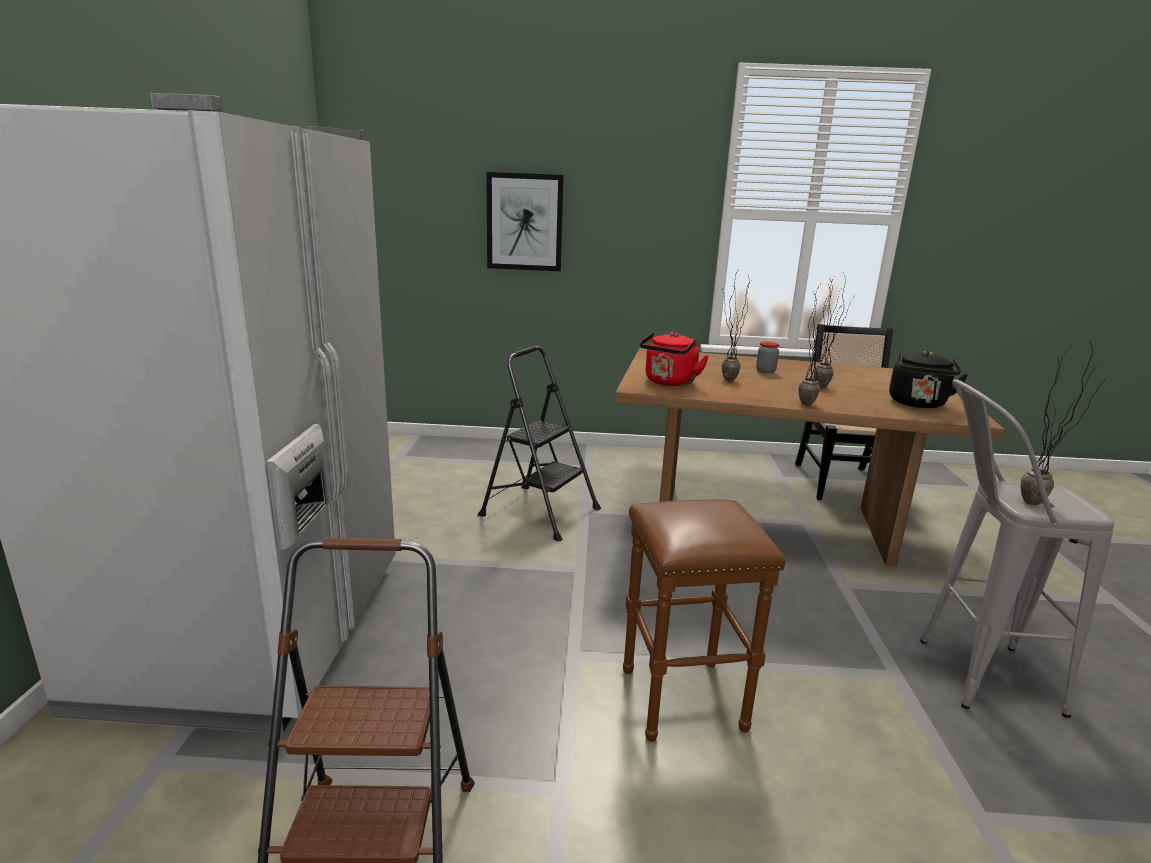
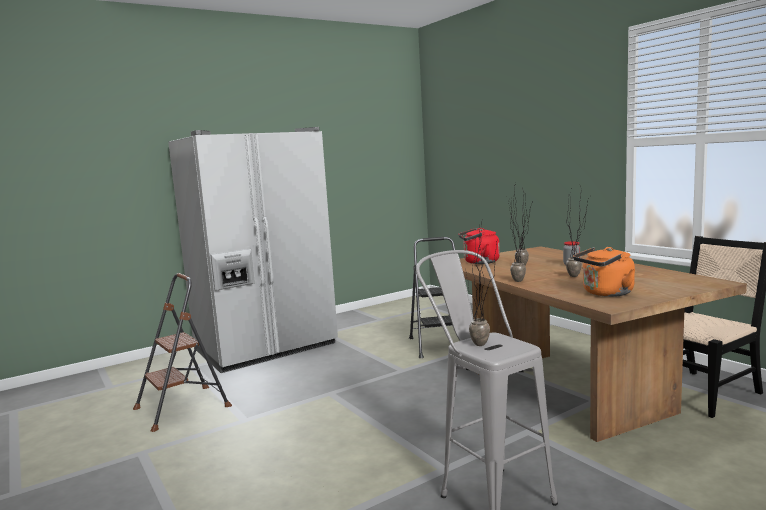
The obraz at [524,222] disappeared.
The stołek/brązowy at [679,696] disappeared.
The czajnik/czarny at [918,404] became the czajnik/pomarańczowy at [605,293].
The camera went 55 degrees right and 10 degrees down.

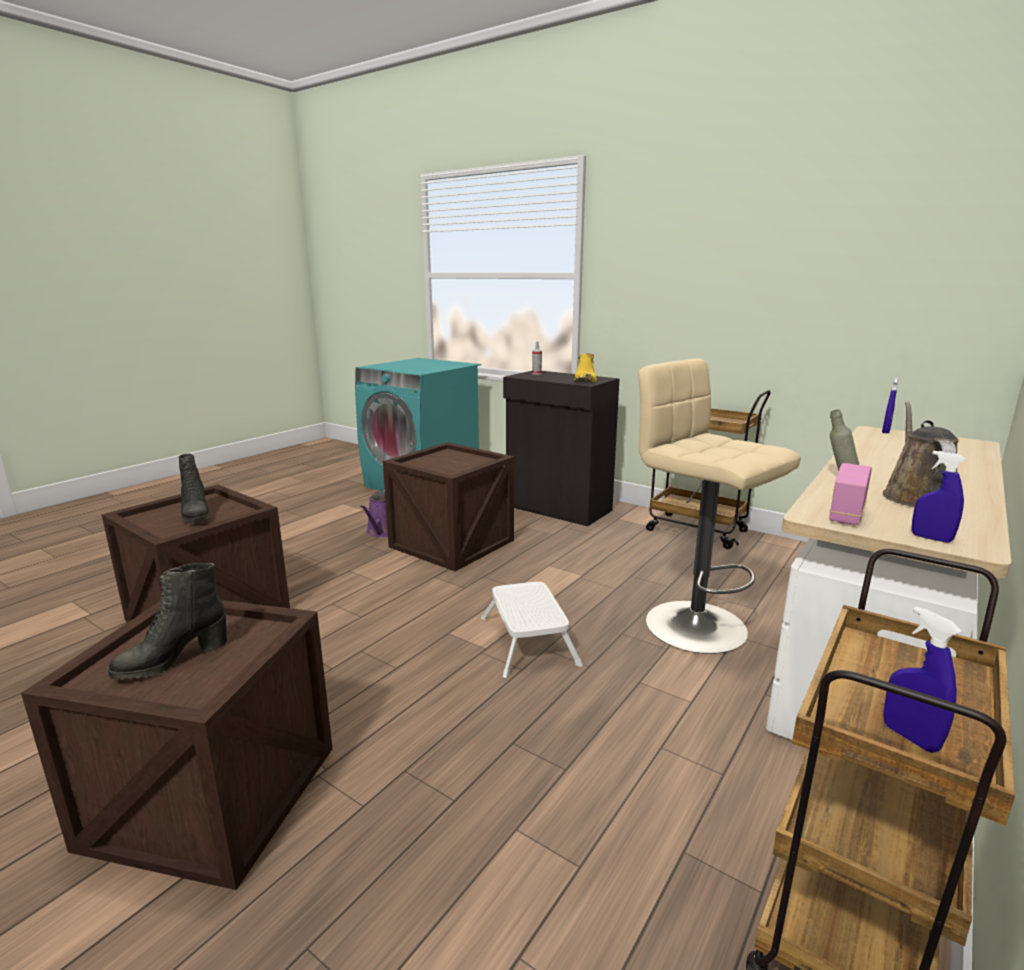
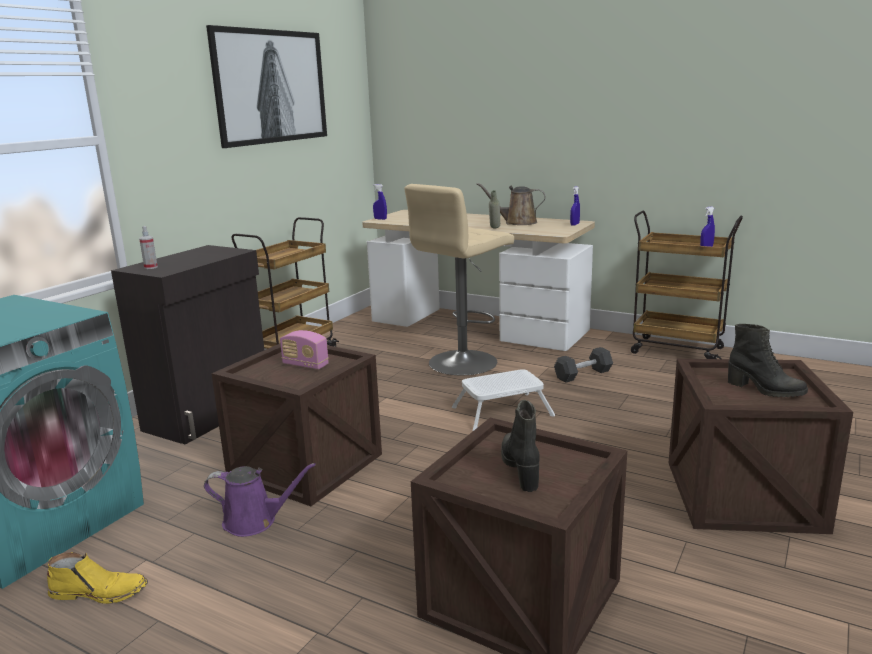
The obraz at [271,87] appeared.
The hantel/czarny at [583,374] appeared.
The but z cholewką/żółty moved from [585,380] to [100,592].
The radio moved from [846,515] to [305,365].
The but z cholewką/czarny at [195,515] turned 60 degrees counterclockwise.
The camera went 95 degrees left and 0 degrees up.

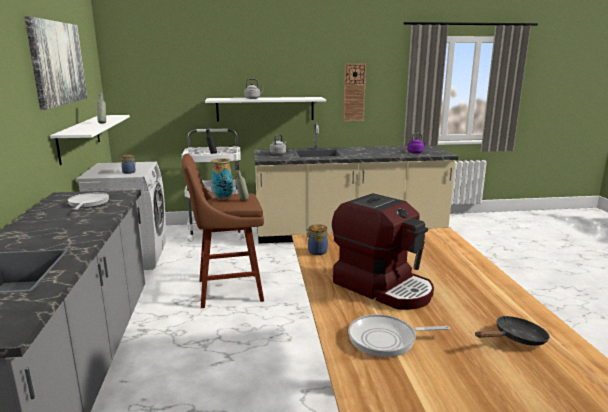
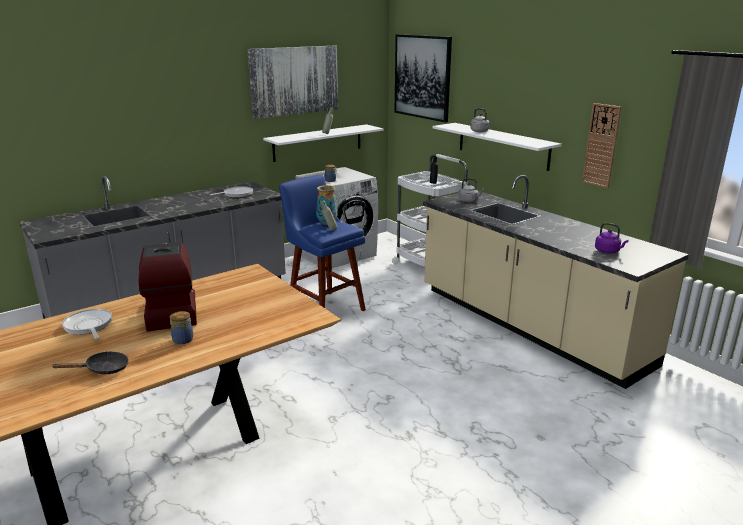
The obraz at [422,77] appeared.
The słoik moved from [316,252] to [182,339].
The stołek/brązowy at [228,290] became the stołek/niebieski at [325,308].
The ekspres do kawy at [383,287] turned 150 degrees clockwise.
The patelnia/czarny at [516,339] turned 60 degrees counterclockwise.
The camera went 60 degrees right and 5 degrees up.

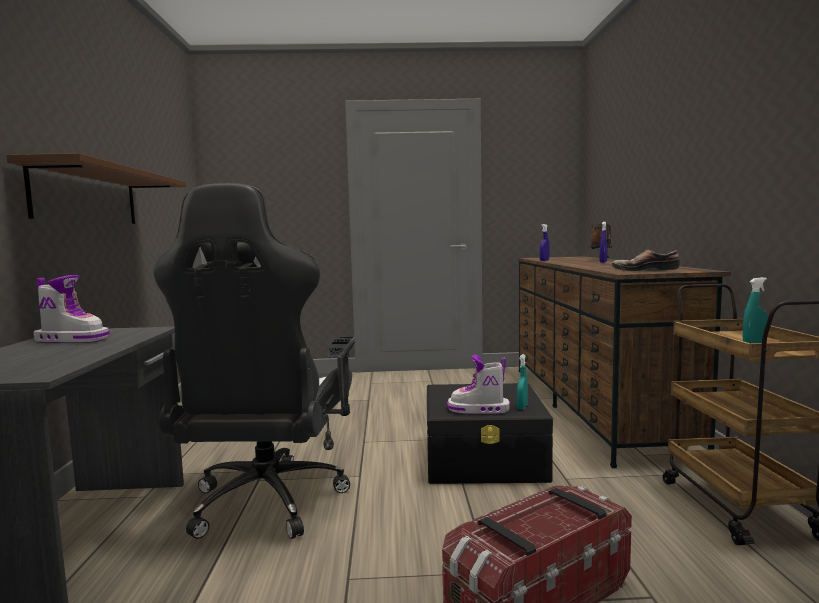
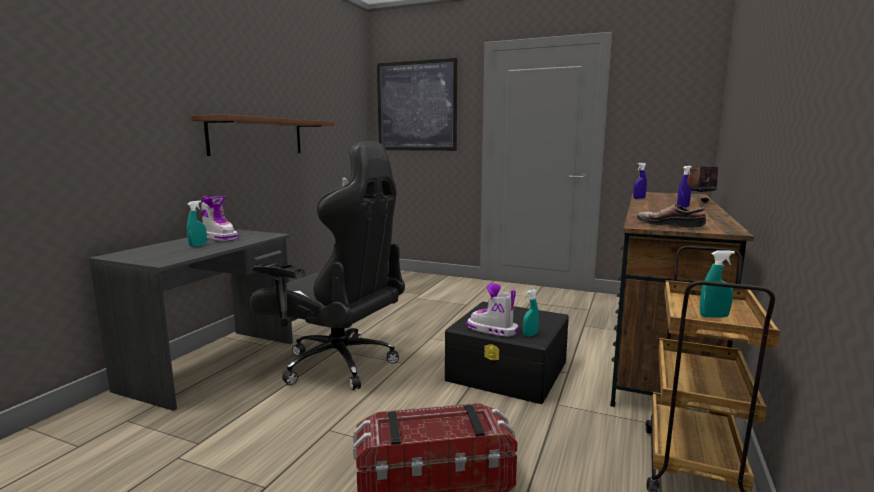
The spryskiwacz/turkusowy at [198,245] appeared.
The obraz at [416,106] appeared.
The krzesło biurowe/czarny at [270,497] turned 90 degrees counterclockwise.
The camera went 25 degrees right and 5 degrees up.

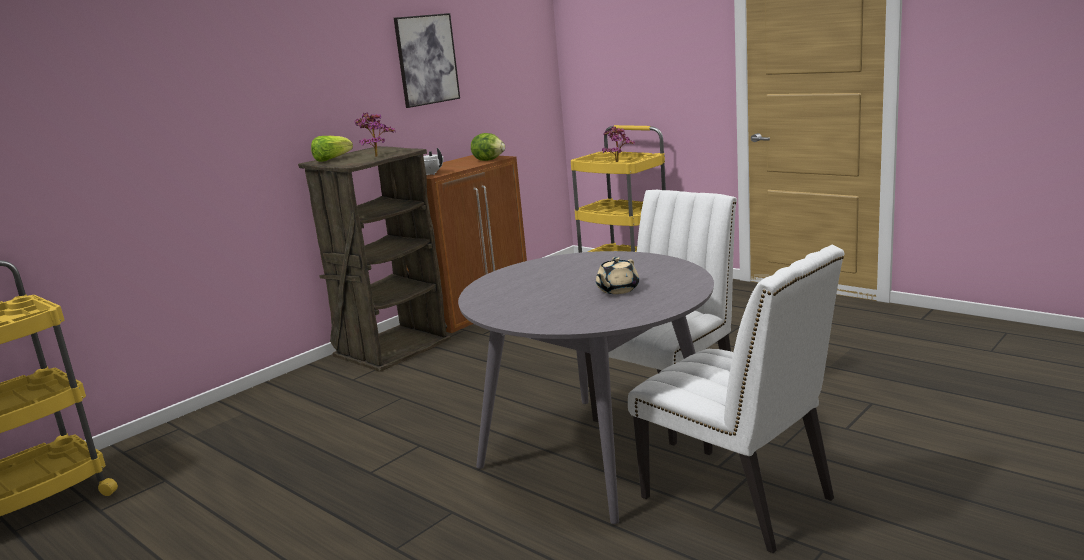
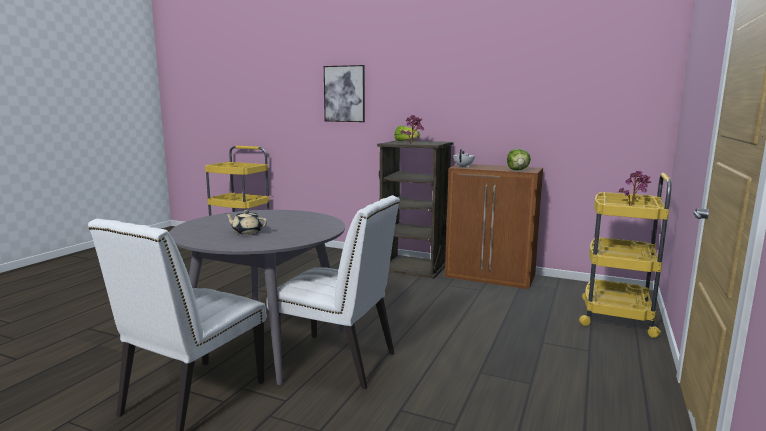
The obraz moved from [426,60] to [344,94].
The camera went 70 degrees right and 5 degrees down.

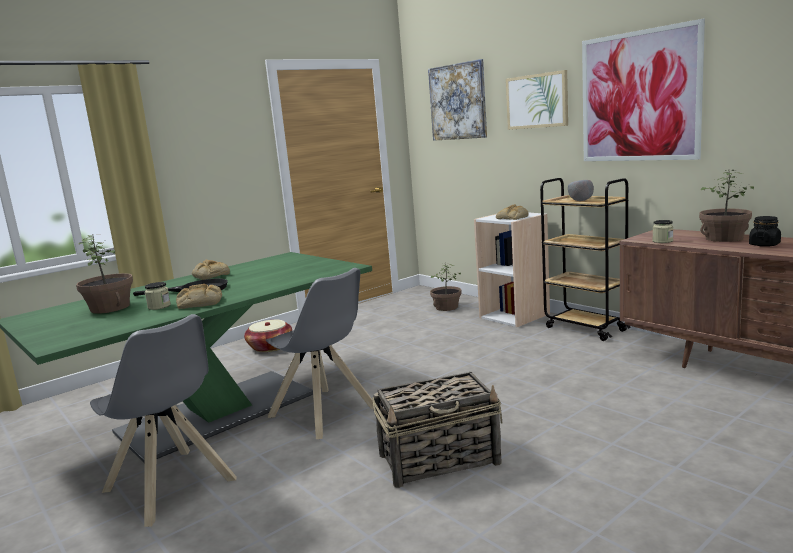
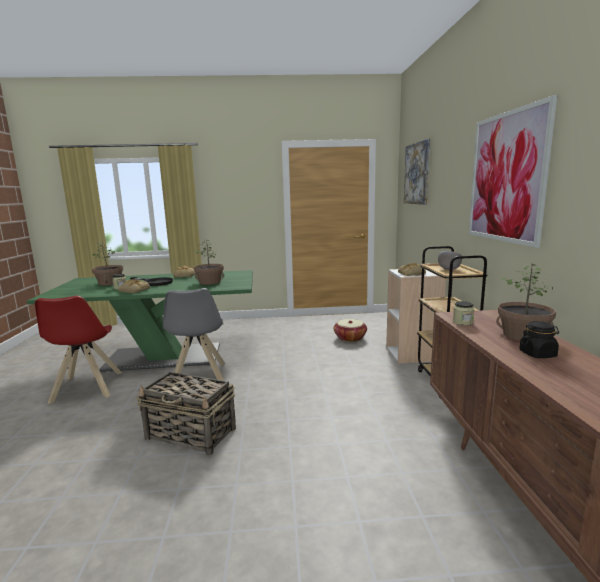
The obraz at [537,101] disappeared.
The koszyk moved from [270,347] to [350,338].
The roślina doniczkowa moved from [446,307] to [210,282].
The krzesło/szary at [171,487] became the krzesło/czerwony at [86,388].
The camera went 35 degrees right and 0 degrees up.

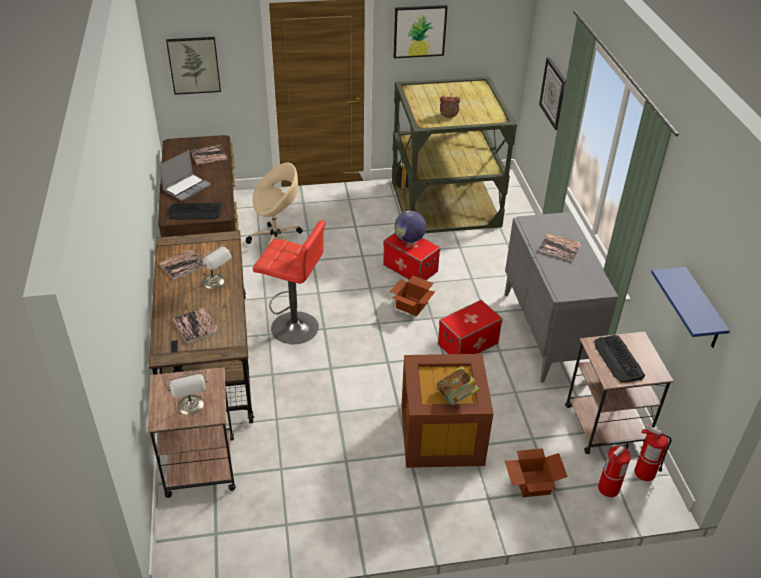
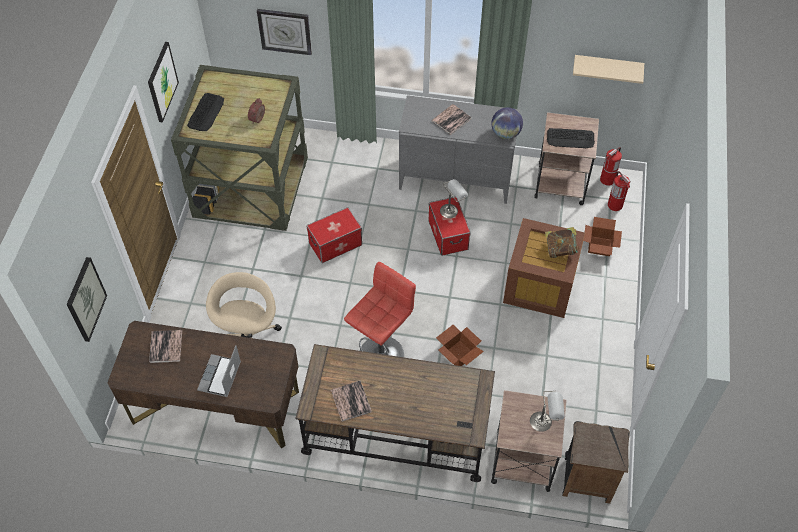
The książka at [196,326] disappeared.
The szafka nocna/czarny at [587,479] appeared.
The klawiatura moved from [195,212] to [206,112].
The lampa stołowa/biały moved from [217,283] to [451,209].
The karton moved from [412,305] to [458,353].
The globus moved from [409,239] to [505,133].
The półka/niebieski at [702,310] became the półka/beżowy at [607,67].
The laptop at [187,188] turned 135 degrees counterclockwise.
The camera went 70 degrees left and 15 degrees up.

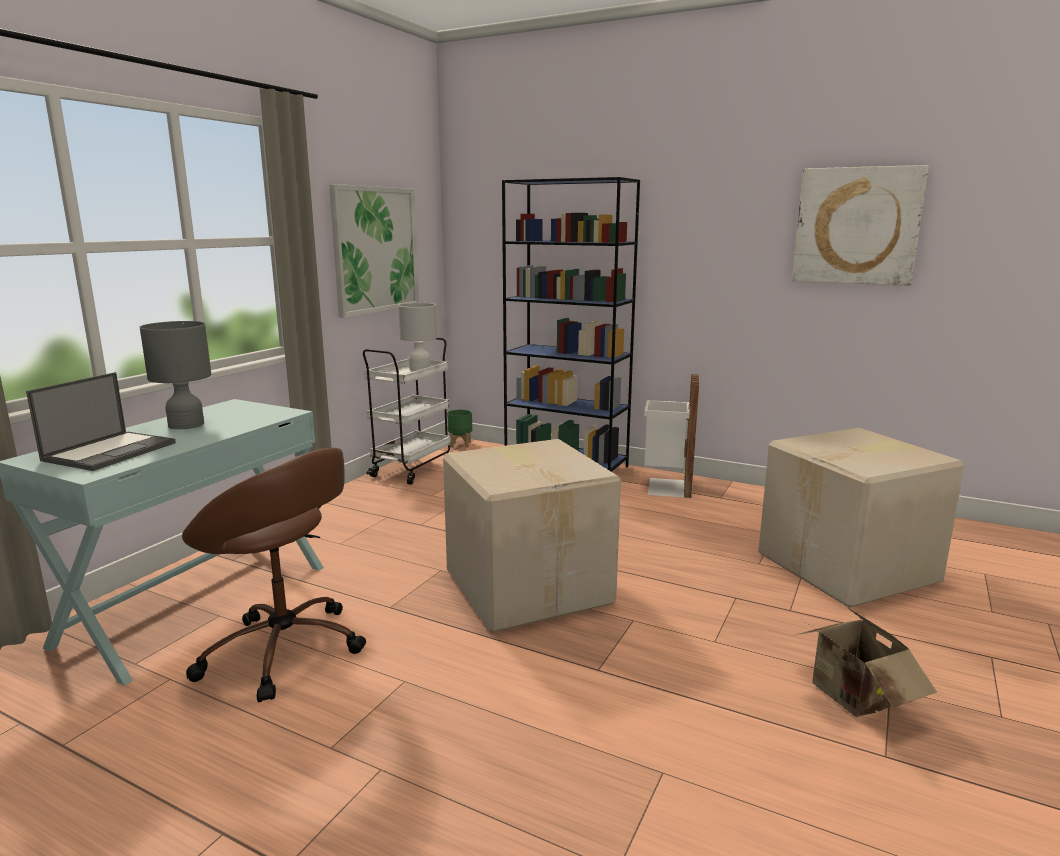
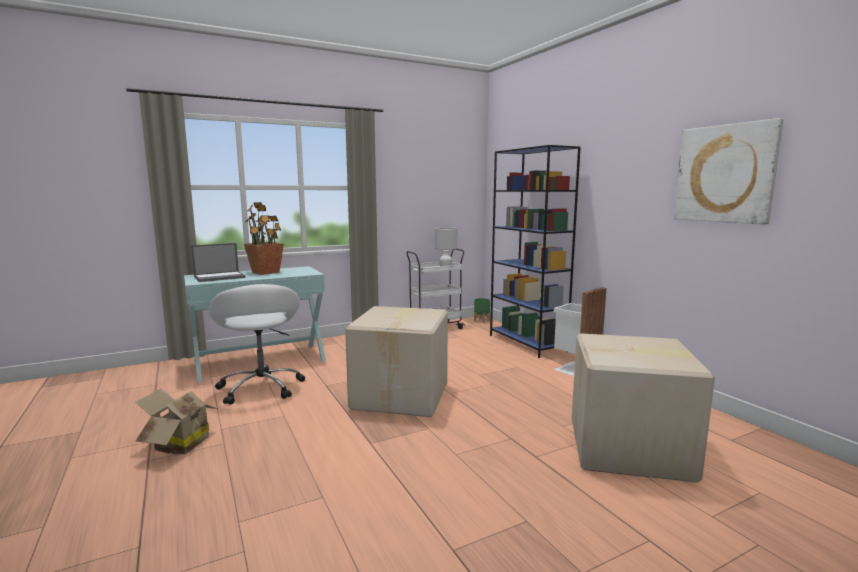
The obraz at [375,250] disappeared.
The karton moved from [851,698] to [178,445].
The lampa stołowa/szary at [186,425] was replaced by the roślina doniczkowa at [266,272].
The krzesło biurowe/brązowy at [285,651] became the krzesło biurowe/biały at [261,389].
The camera went 35 degrees right and 5 degrees down.

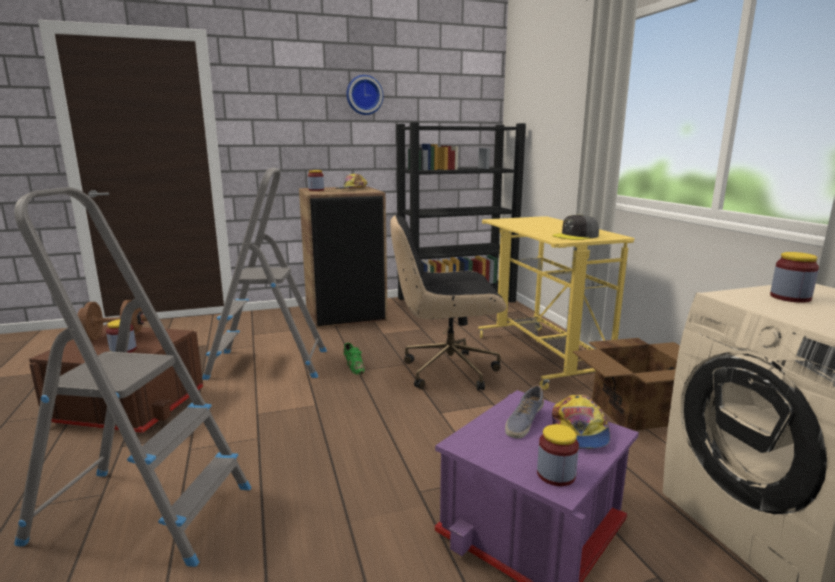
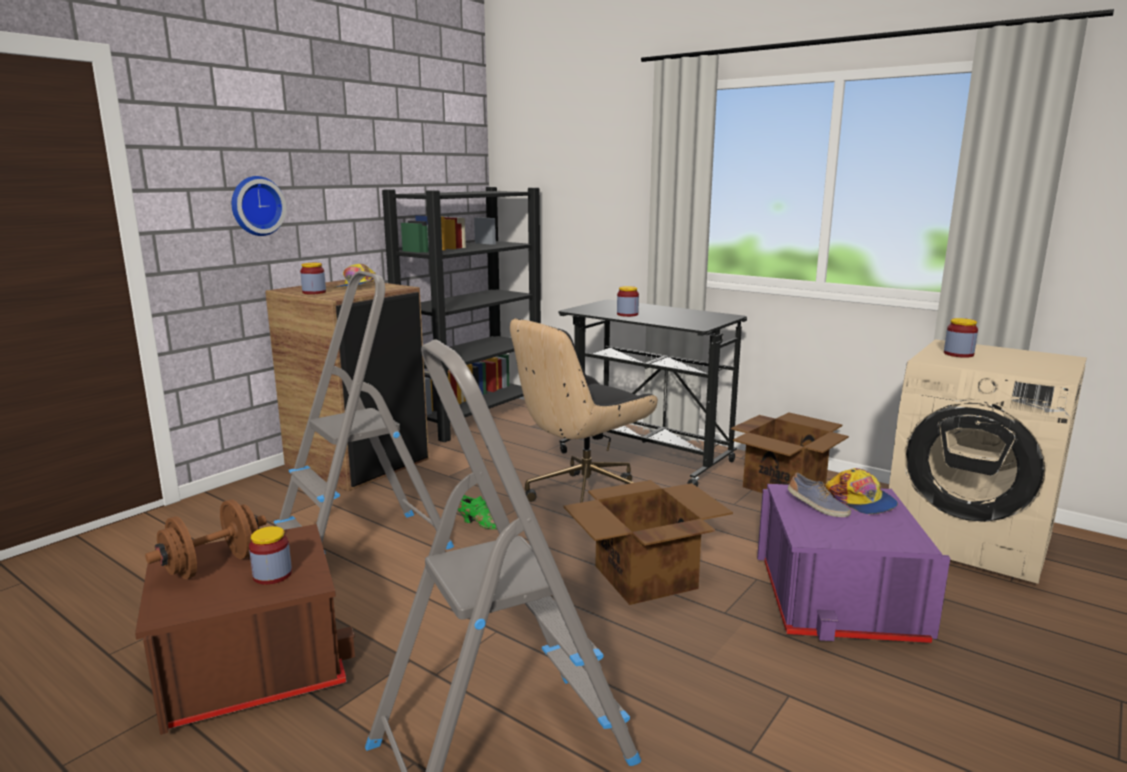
The czapka z daszkiem/szary at [576,236] disappeared.
The karton at [643,577] appeared.
The zegar ścienny moved from [364,95] to [256,206].
The słoik moved from [556,474] to [627,314].
The biurko/żółty at [541,356] became the biurko/czarny at [646,457].
The but at [523,422] turned 45 degrees counterclockwise.
The camera went 35 degrees left and 0 degrees up.

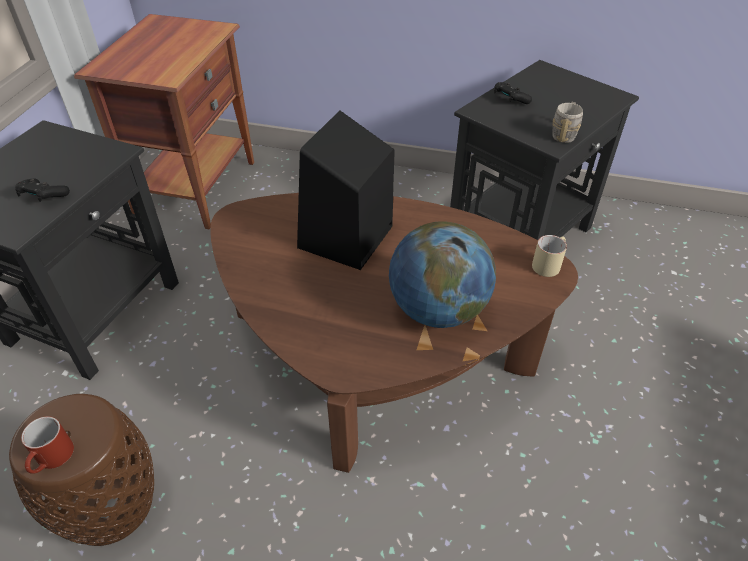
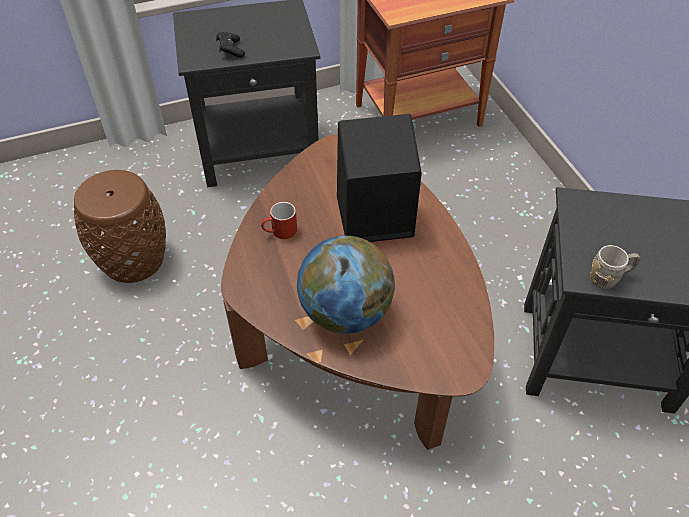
The pad do gier/czarny at [509,100] disappeared.
The kubek/beżowy at [548,264] disappeared.
The kubek/czerwony moved from [53,459] to [280,232].
The camera went 55 degrees right and 5 degrees up.

